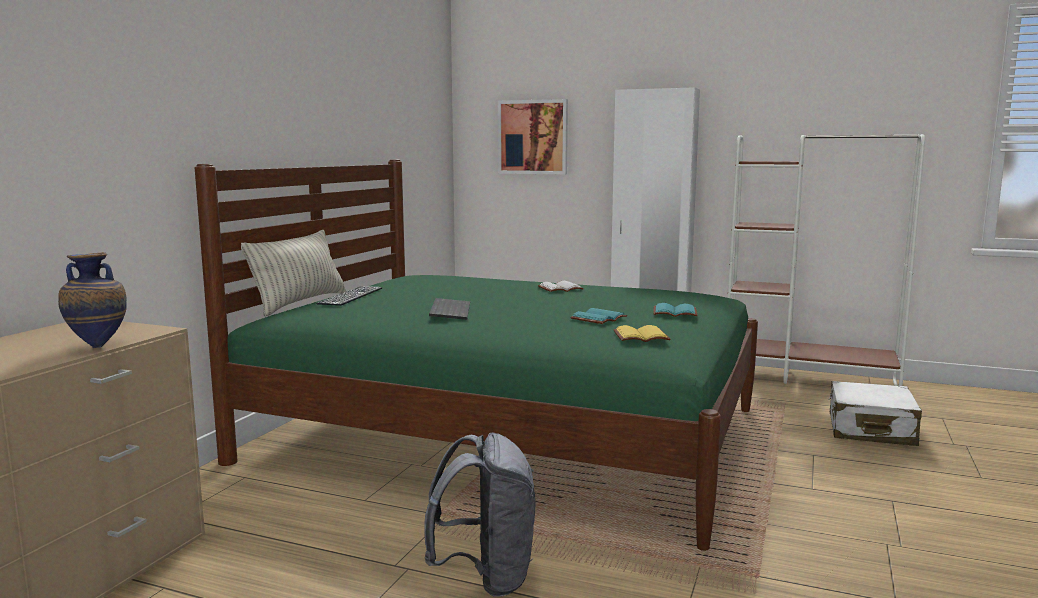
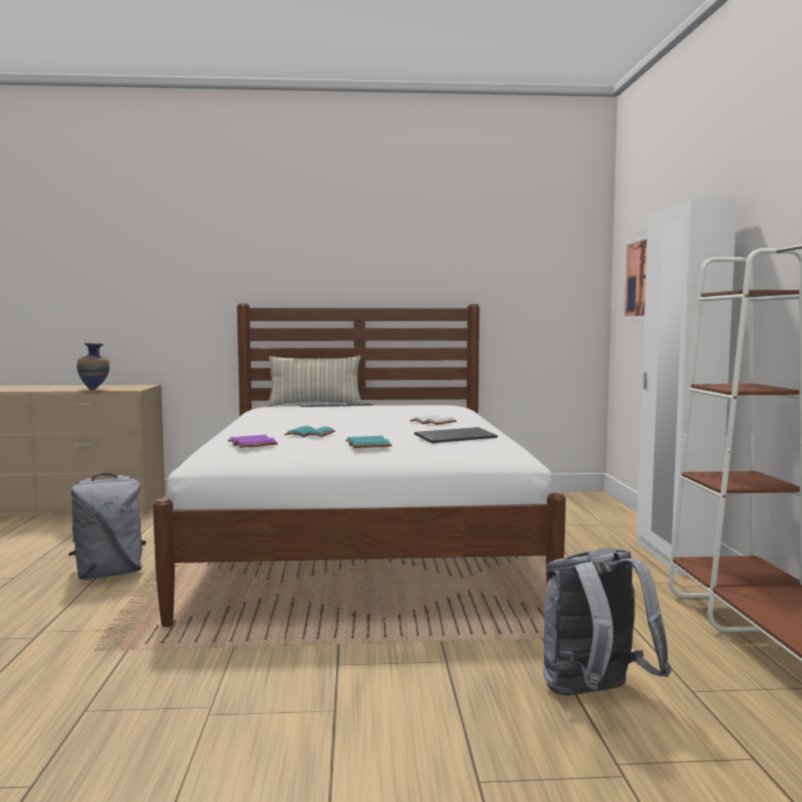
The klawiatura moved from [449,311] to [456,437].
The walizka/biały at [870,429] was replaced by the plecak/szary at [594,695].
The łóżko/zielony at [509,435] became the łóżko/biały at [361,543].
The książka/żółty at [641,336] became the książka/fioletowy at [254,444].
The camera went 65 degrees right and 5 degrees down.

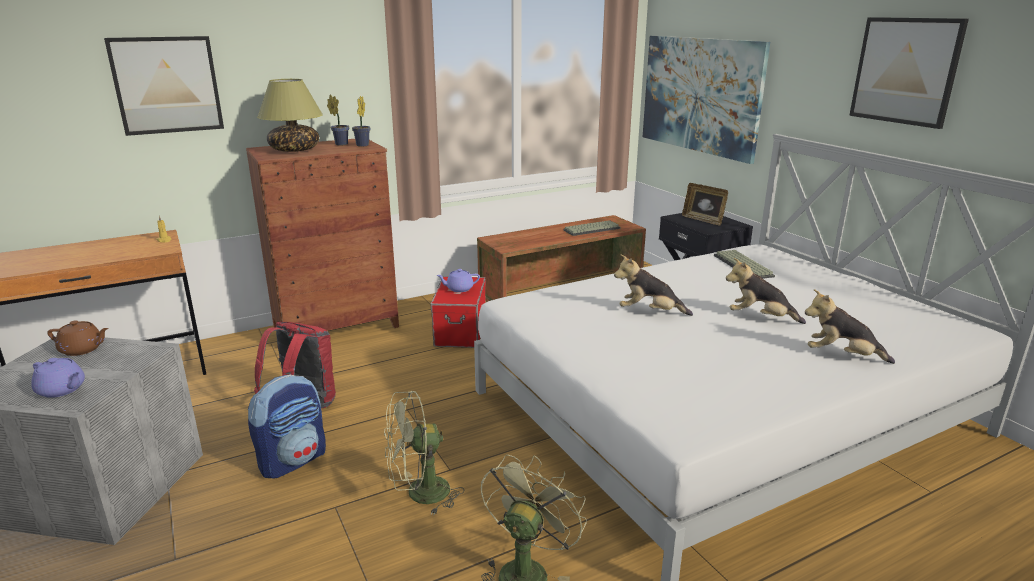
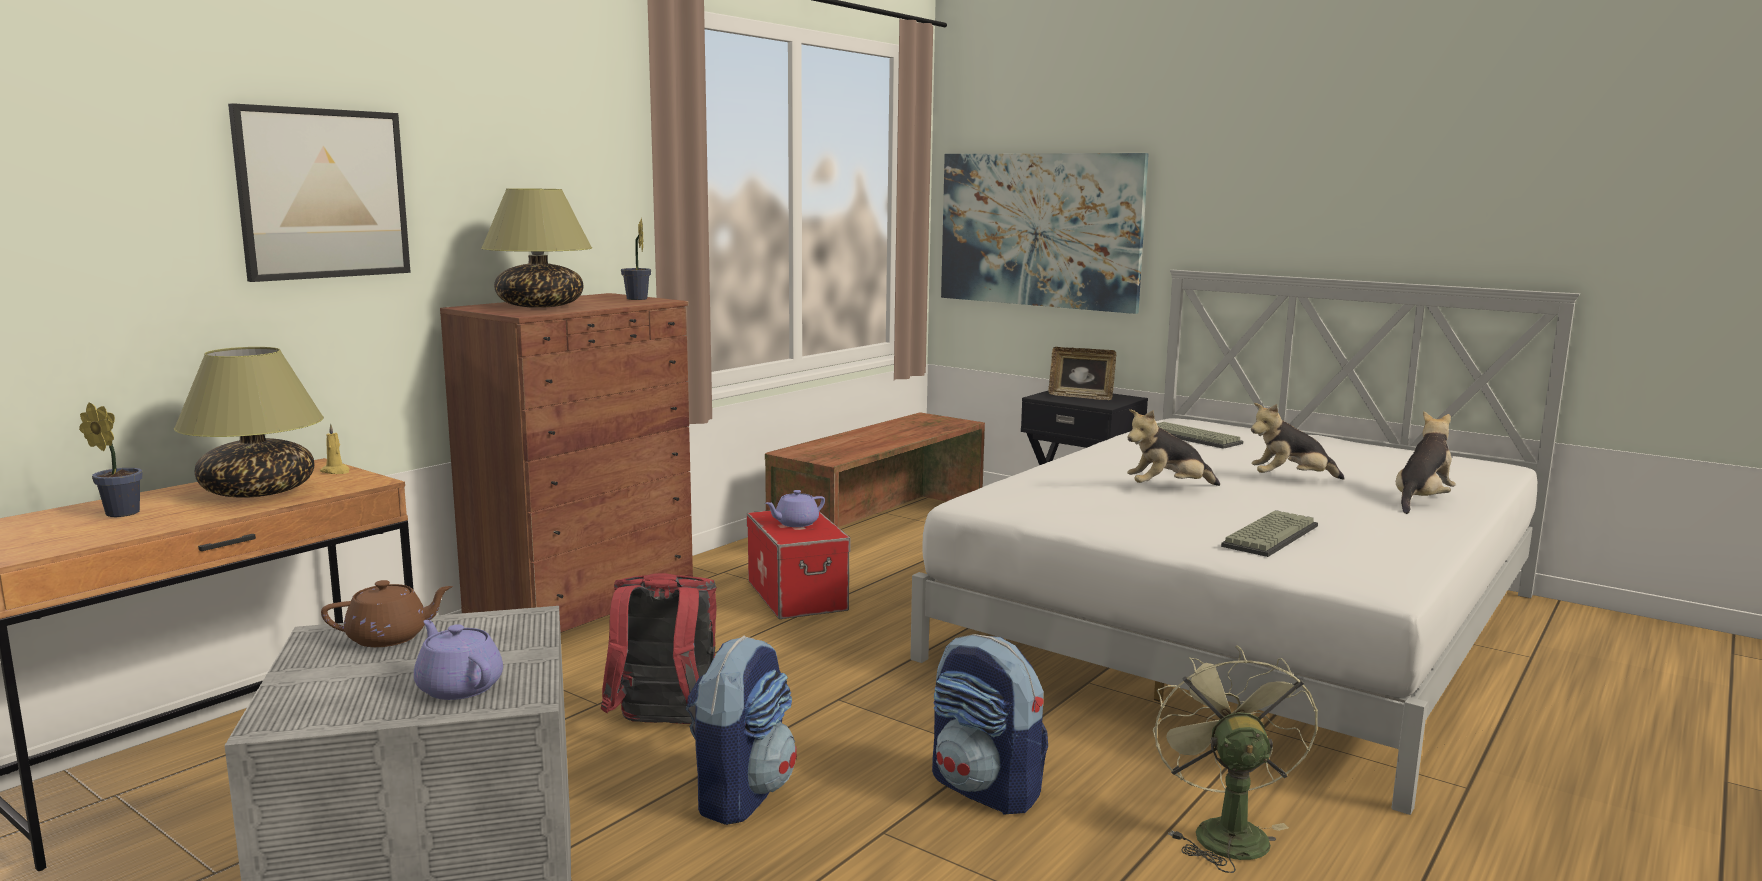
The obraz at [905,71] disappeared.
The lampa stołowa at [257,492] appeared.
The roślina doniczkowa moved from [340,144] to [119,513].
The klawiatura moved from [592,229] to [1269,535].
The wentylator/zielony at [419,494] was replaced by the plecak at [986,789].
The imbryk/fioletowy at [62,390] turned 135 degrees counterclockwise.
The pluszak at [841,356] turned 135 degrees clockwise.
The camera went 25 degrees left and 10 degrees down.

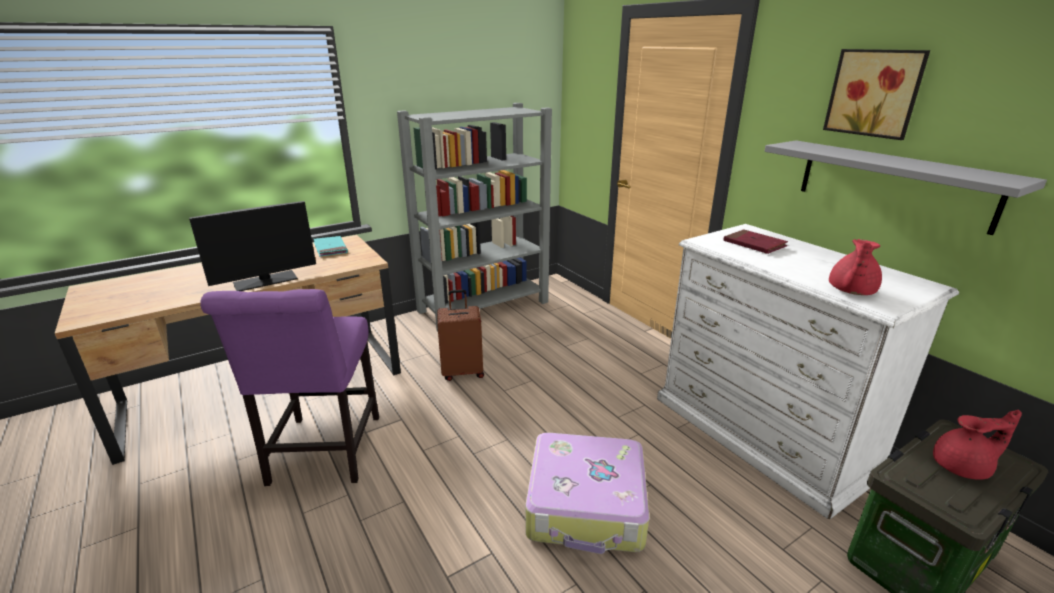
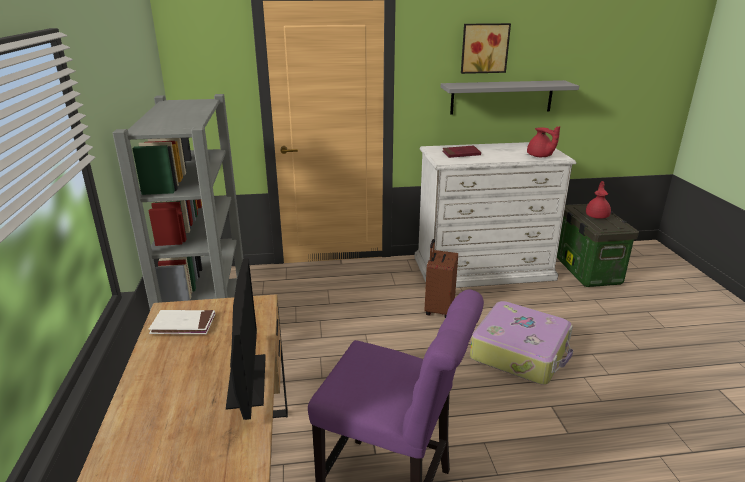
The walizka/brązowy moved from [463,372] to [438,309].
The książka/turkusowy at [330,248] became the książka/biały at [183,325].
The camera went 65 degrees left and 0 degrees up.

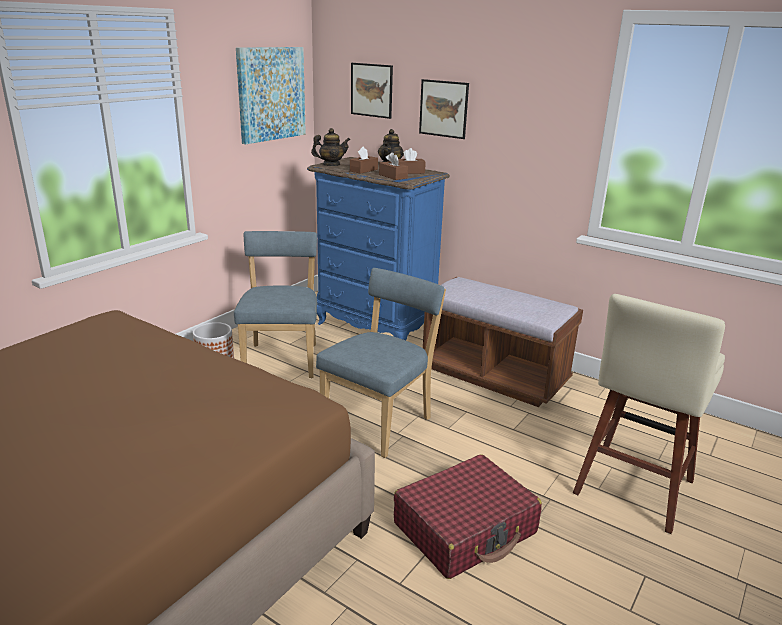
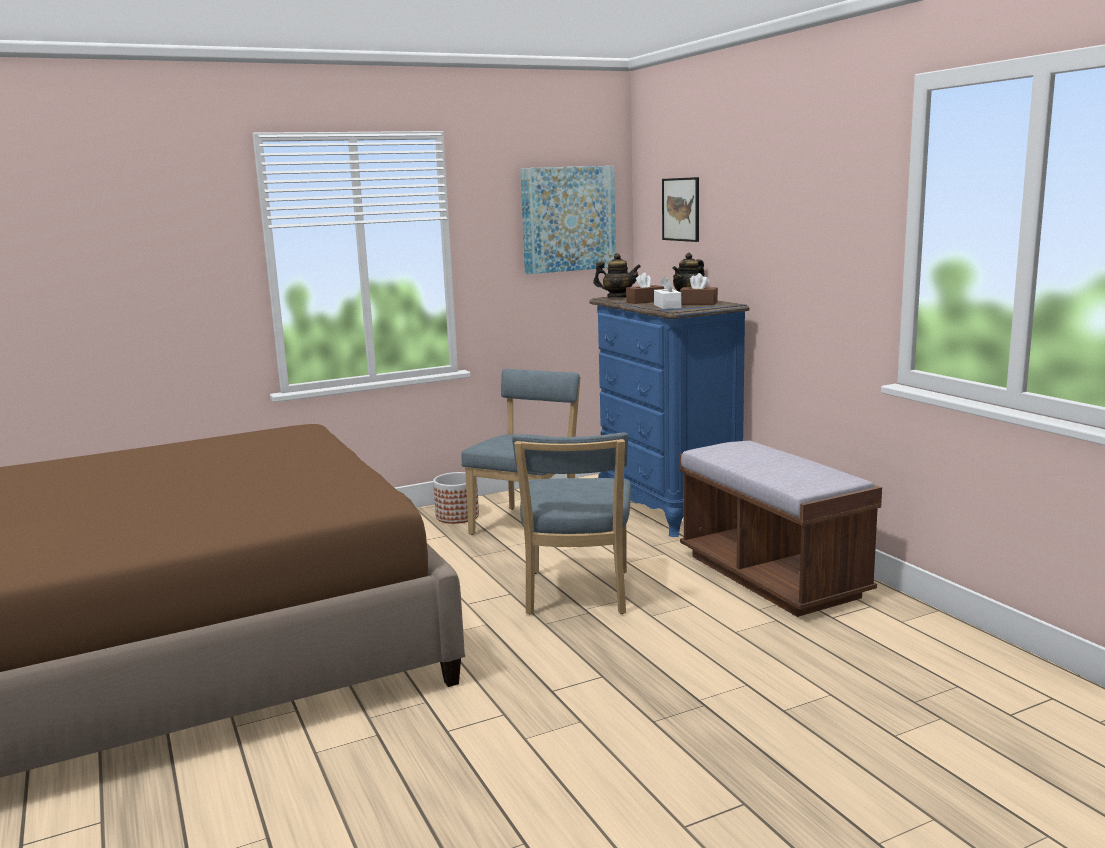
The walizka/czerwony at [465,528] disappeared.
The obraz at [443,108] disappeared.
The stołek/beżowy at [632,489] disappeared.
The pudełko chusteczek/brązowy at [393,176] became the pudełko chusteczek/biały at [667,306].
The krzesło/niebieski at [380,421] turned 120 degrees clockwise.
The camera went 30 degrees right and 10 degrees down.

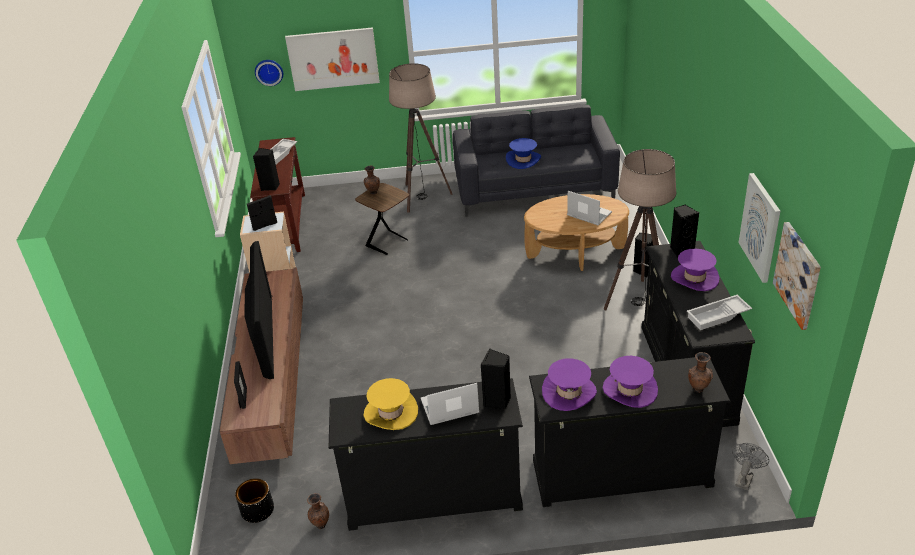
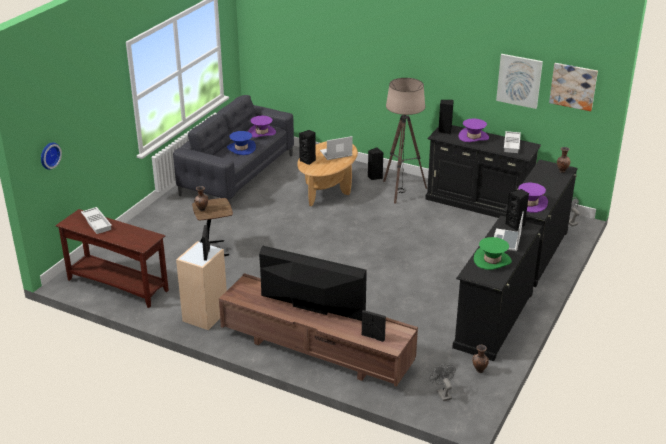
The obraz at [333,59] disappeared.
The lampa stojąca at [422,196] disappeared.
The głośnik/czarny moved from [270,187] to [308,161].
The kapelusz/fioletowy moved from [630,389] to [262,133].
The donica/czarny at [257,510] was replaced by the wentylator/szary at [442,393].
The kapelusz/żółty at [391,412] became the kapelusz/zielony at [492,260].
The camera went 60 degrees left and 5 degrees down.

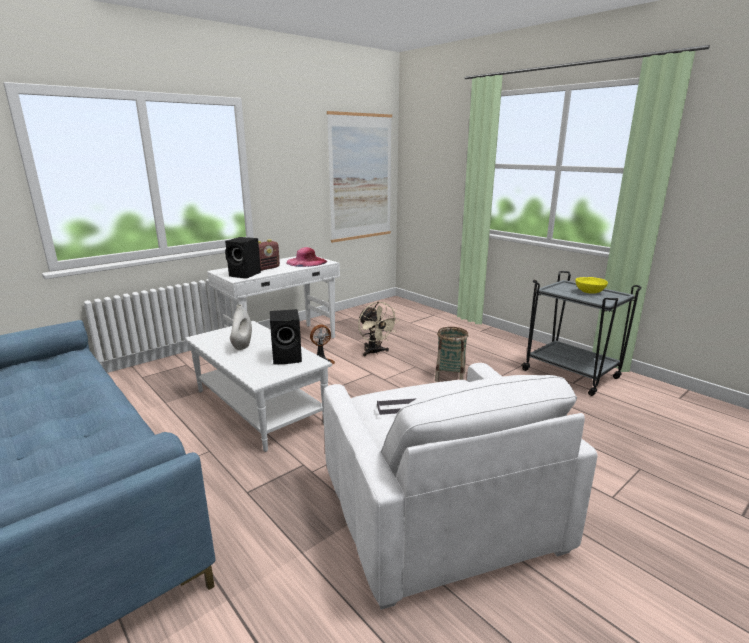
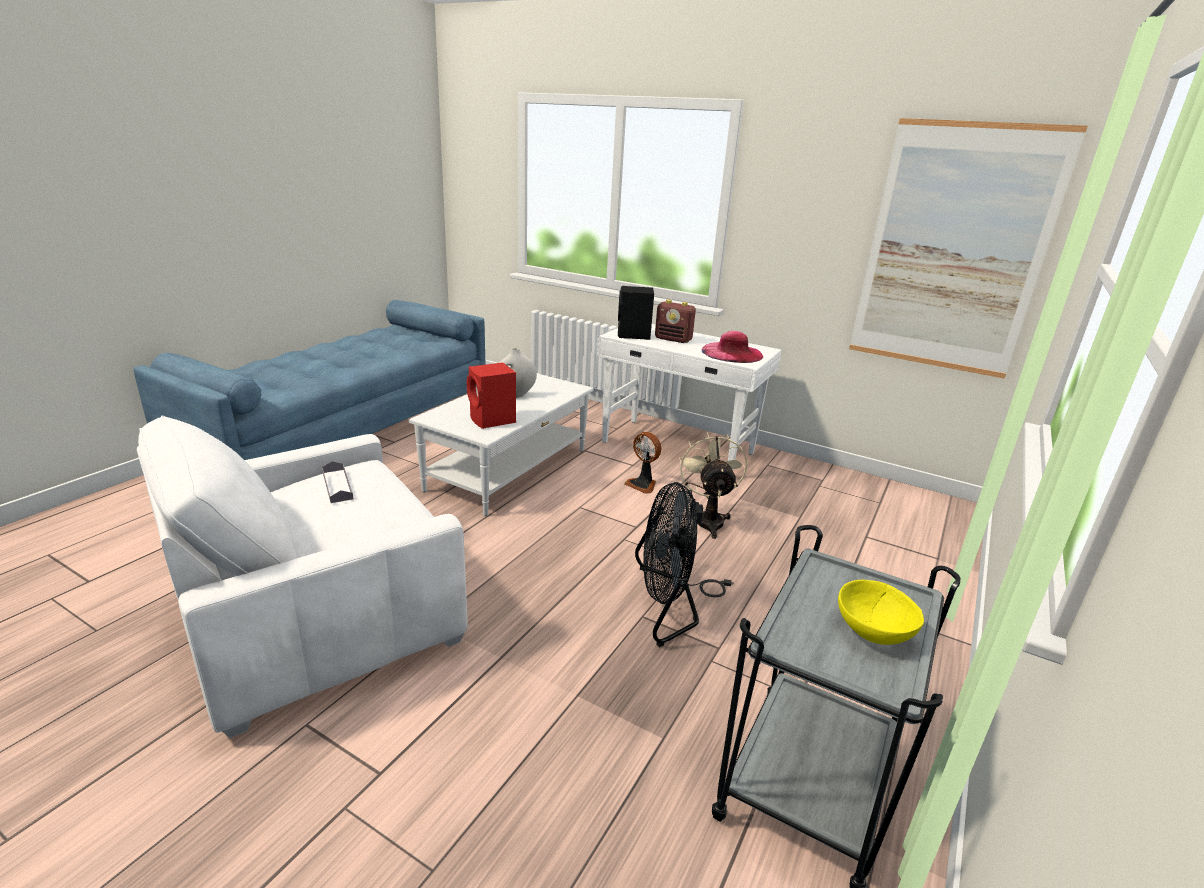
The koszyk at [450,377] was replaced by the wentylator/czarny at [673,601].
The głośnik/czarny at [288,357] became the głośnik/czerwony at [493,420].
The wentylator/beżowy at [375,352] turned 135 degrees clockwise.
The camera went 70 degrees right and 5 degrees up.

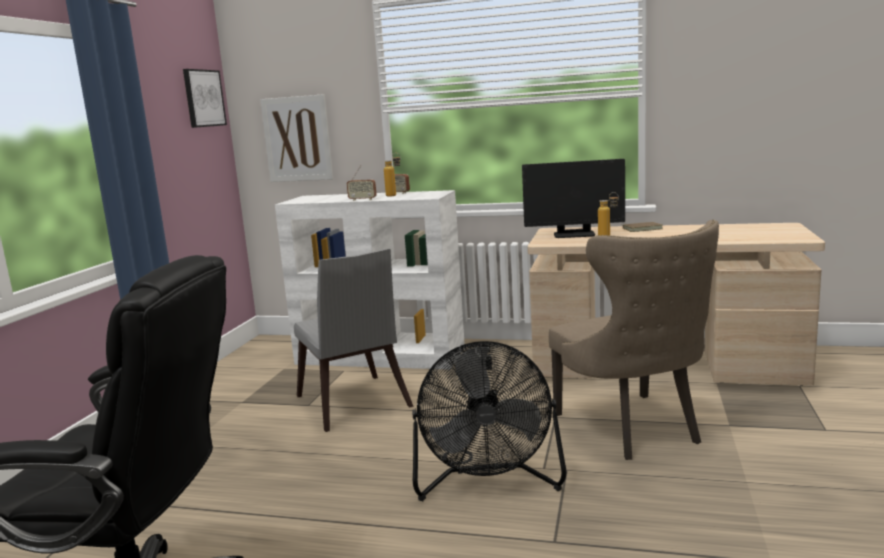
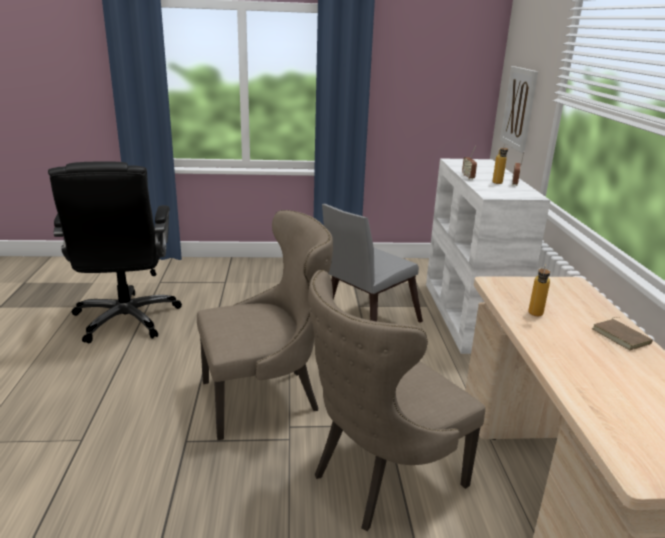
The obraz at [203,98] disappeared.
The monitor at [574,234] disappeared.
The wentylator/czarny at [482,480] was replaced by the krzesło/beżowy at [265,398].
The camera went 70 degrees right and 10 degrees up.

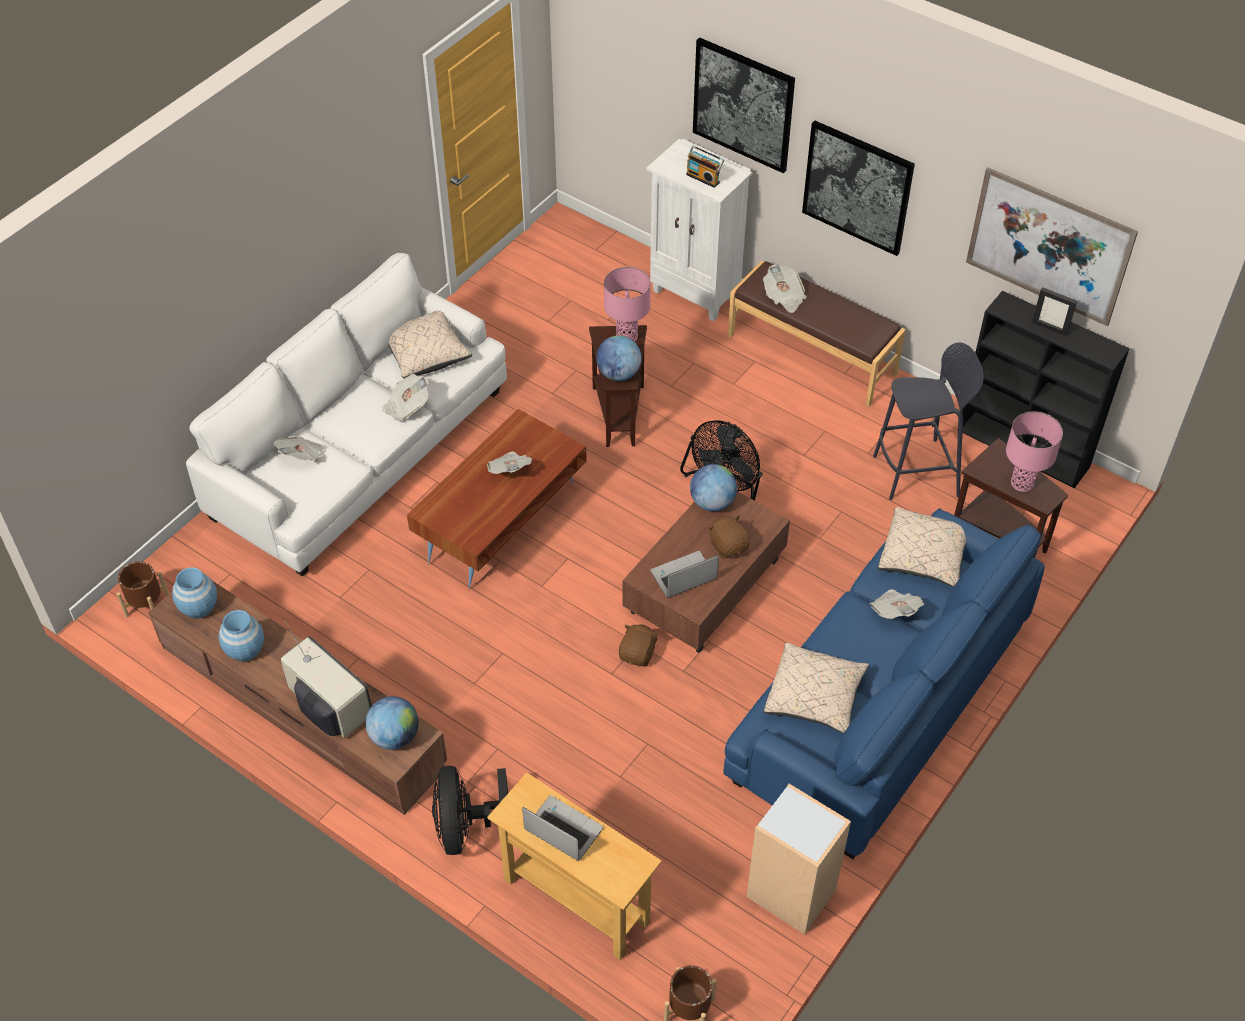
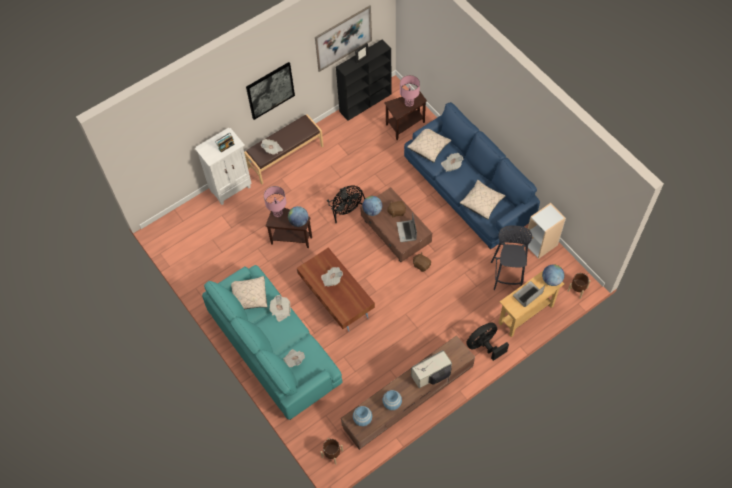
The obraz at [743,104] disappeared.
The globus moved from [394,736] to [551,280].
The stołek/szary moved from [917,472] to [508,276].
The kanapa/biały at [360,453] became the kanapa/turkusowy at [274,348].
The wentylator/czarny at [465,827] turned 135 degrees clockwise.
The camera went 70 degrees left and 10 degrees up.

